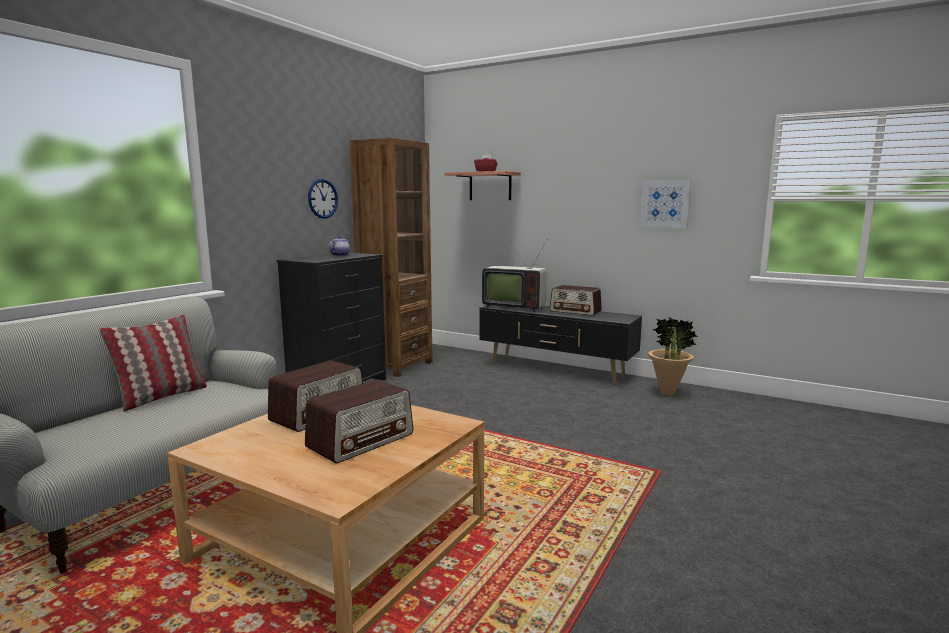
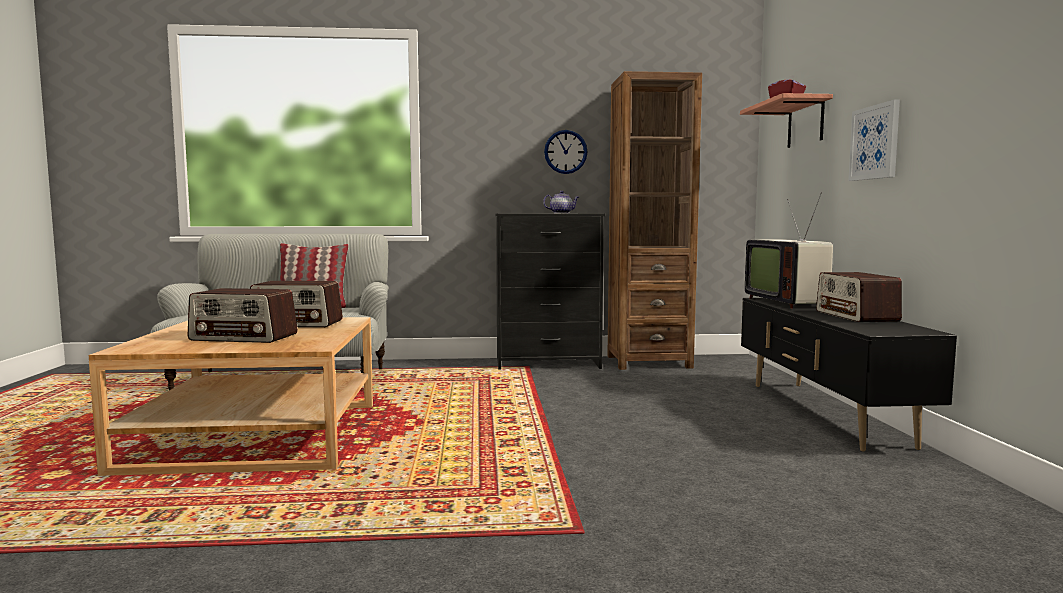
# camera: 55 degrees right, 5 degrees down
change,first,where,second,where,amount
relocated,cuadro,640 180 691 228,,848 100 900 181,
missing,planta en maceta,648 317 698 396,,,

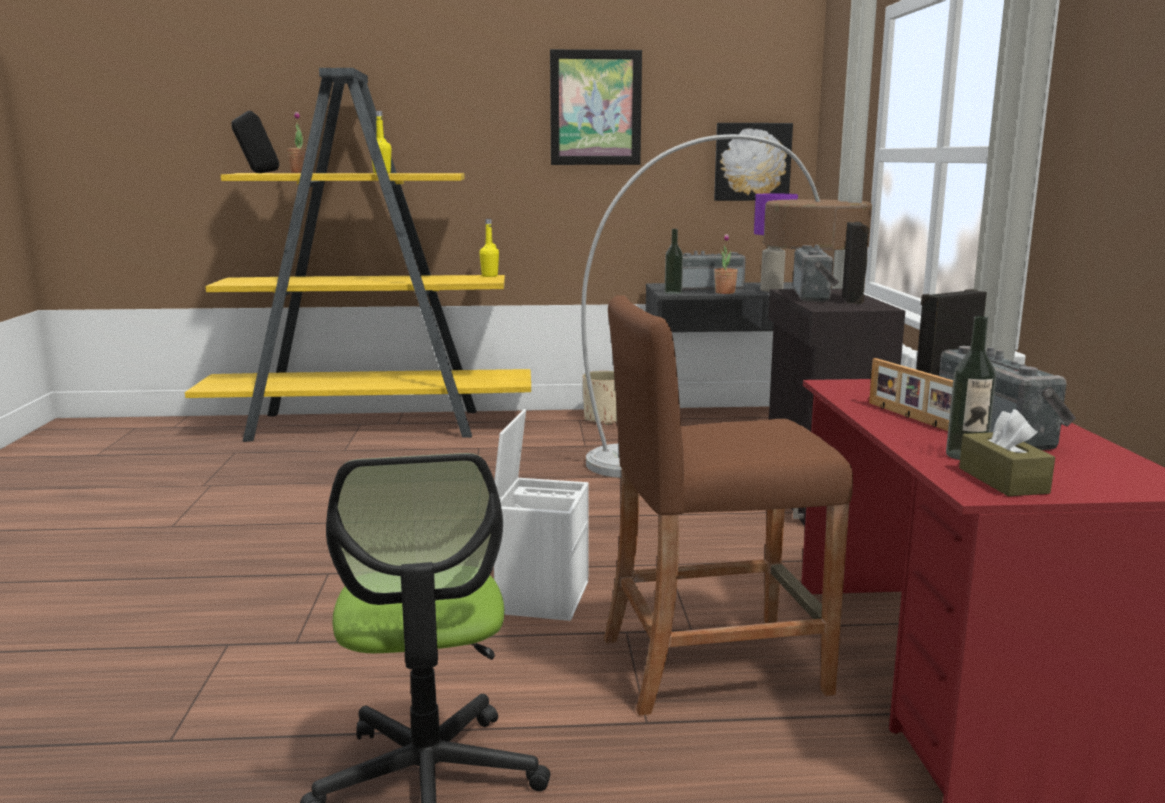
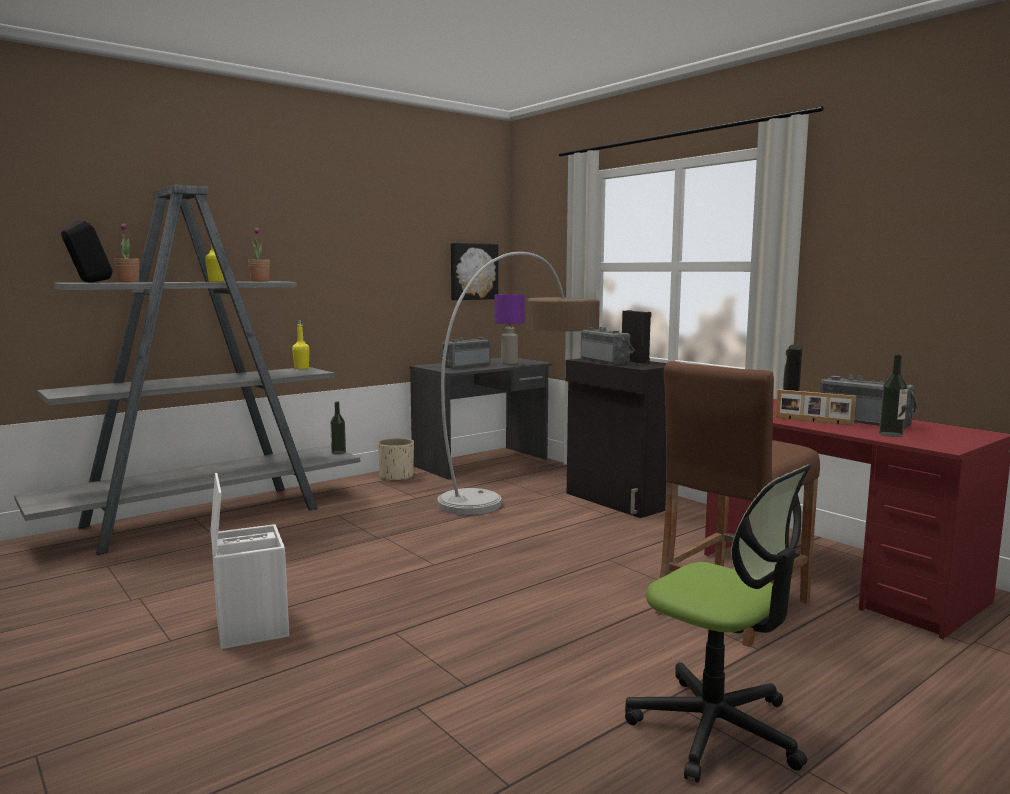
# camera: 35 degrees left, 5 degrees down
change,first,where,second,where,amount
missing,cuadro,550 49 642 165,,,
colour,estantería/amarillo,185 68 531 442,estantería/gris,14 184 360 555,
relocated,botella,665 229 683 294,,330 401 346 455,
relocated,planta en maceta,714 234 738 294,,248 228 270 282,
relocated,caja de almacenaje/blanco,494 409 589 621,,210 473 289 649,
missing,caja de pañuelos/marrón,959 409 1055 496,,,

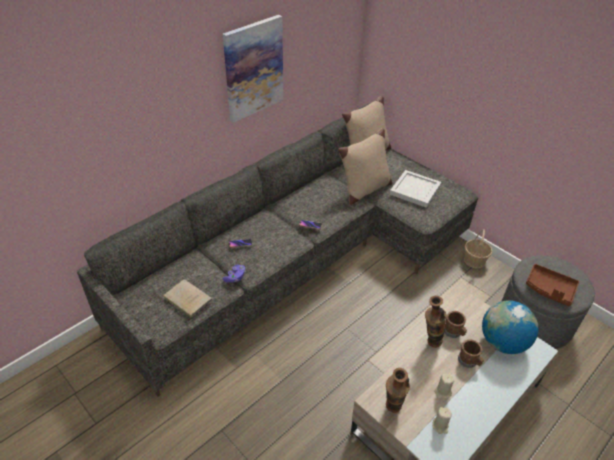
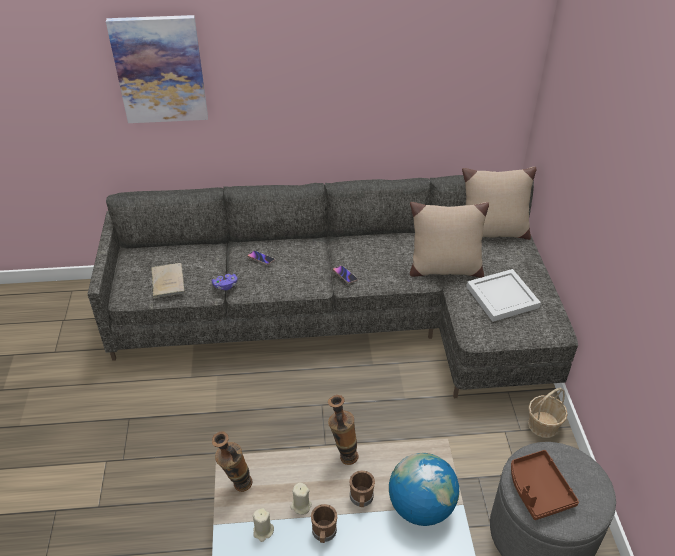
# camera: 40 degrees right, 0 degrees up
change,first,where,second,where,amount
relocated,cuadro,223 15 283 123,,106 15 208 123,
relocated,taza grande/marrón,444 311 467 338,,311 504 337 543,

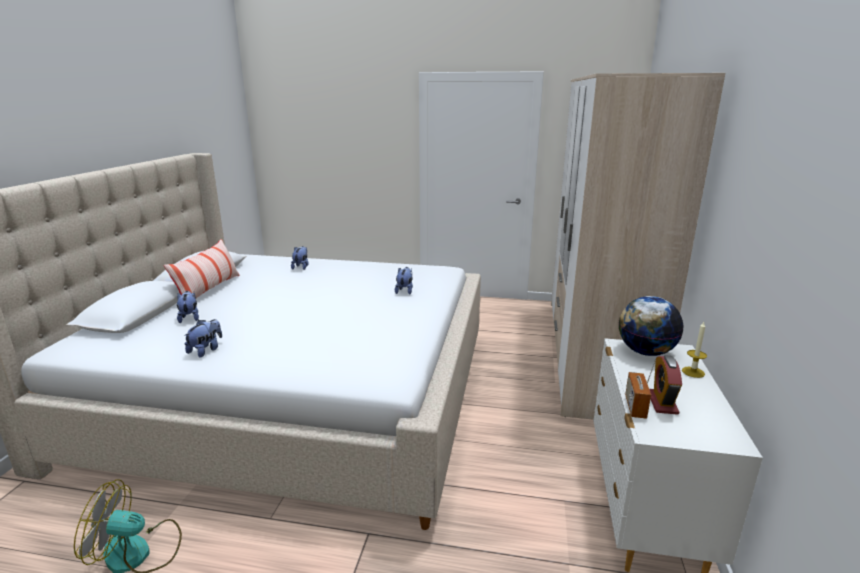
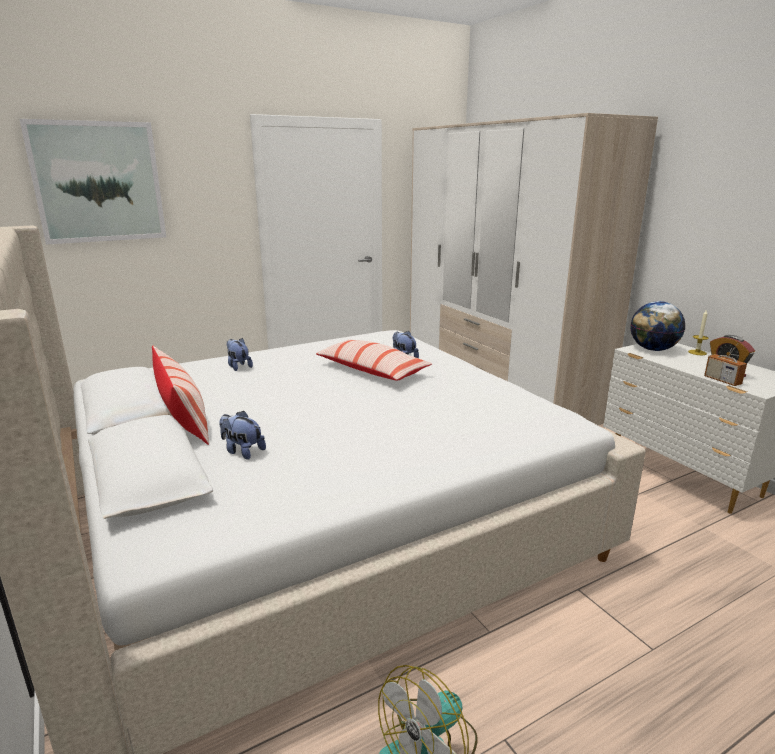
# camera: 40 degrees left, 0 degrees up
change,first,where,second,where,amount
missing,peluche,184 319 222 357,,,
appeared,,,cuadro,19 119 166 245,
appeared,,,cojín,316 340 432 381,

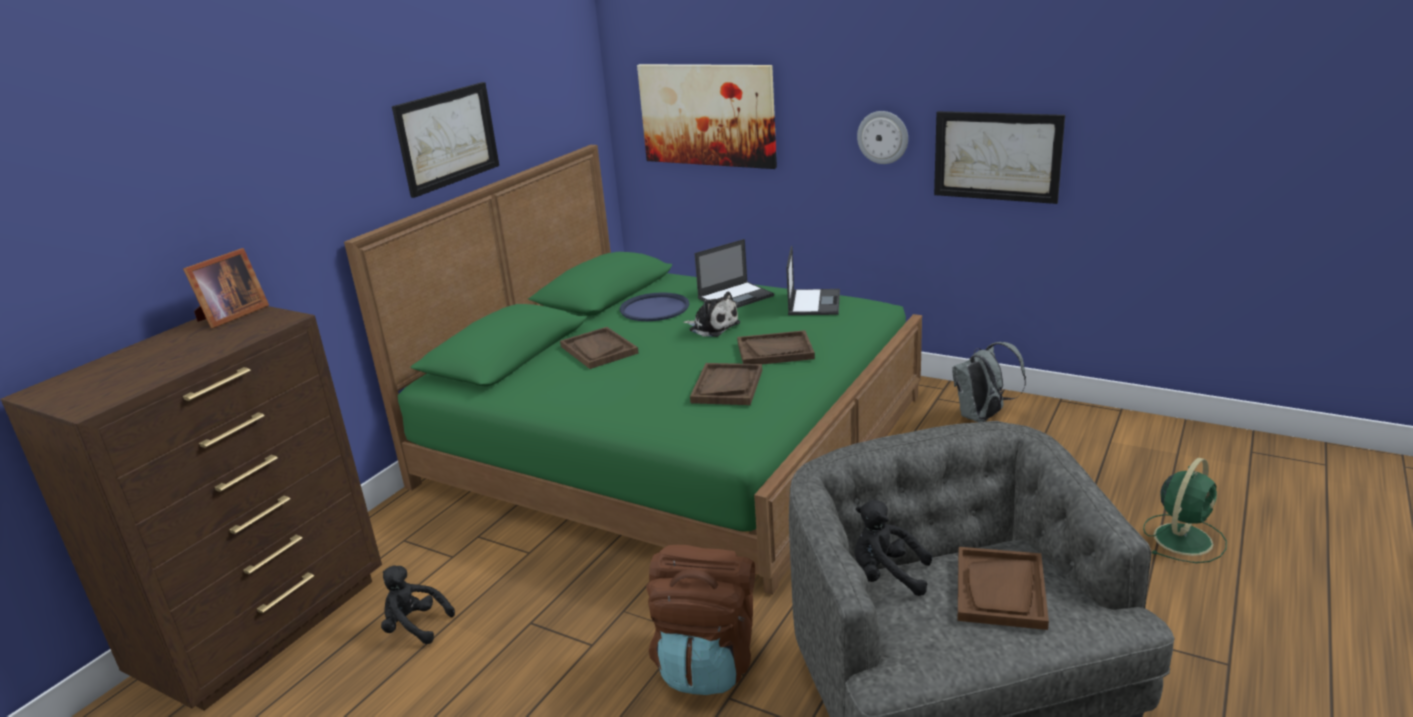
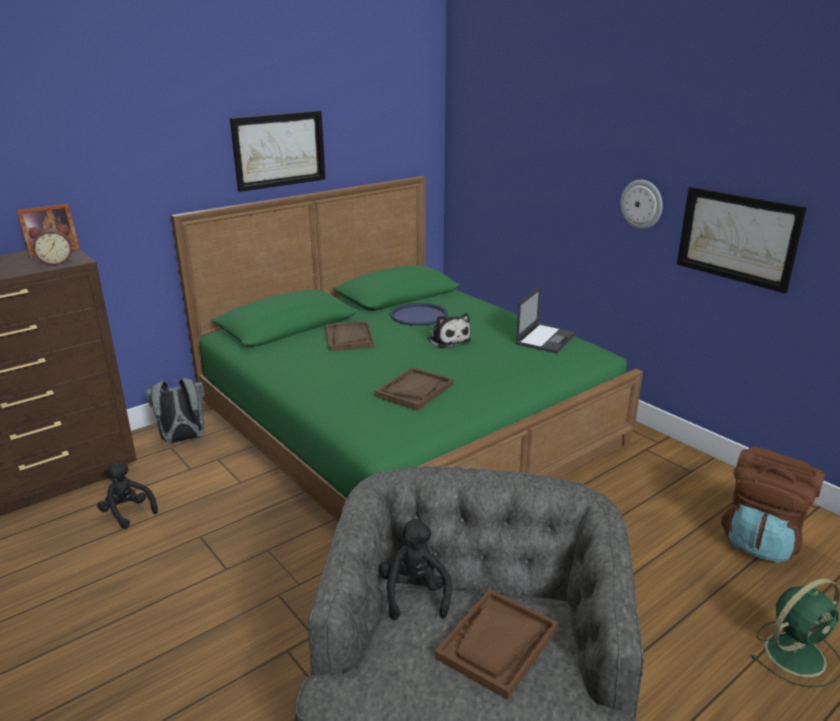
# camera: 20 degrees right, 0 degrees up
change,first,where,second,where,amount
missing,cuadro,637 64 777 169,,,
missing,portátil,695 239 774 308,,,
missing,bandeja/marrón,737 330 815 364,,,
relocated,mochila/gris,952 342 1026 422,,146 378 205 443,
spun,peluche/negro,854 500 932 596,,379 519 452 620,45 degrees clockwise
relocated,mochila/marrón,646 545 755 695,,721 446 825 563,
appeared,,,despertador,28 224 72 266,

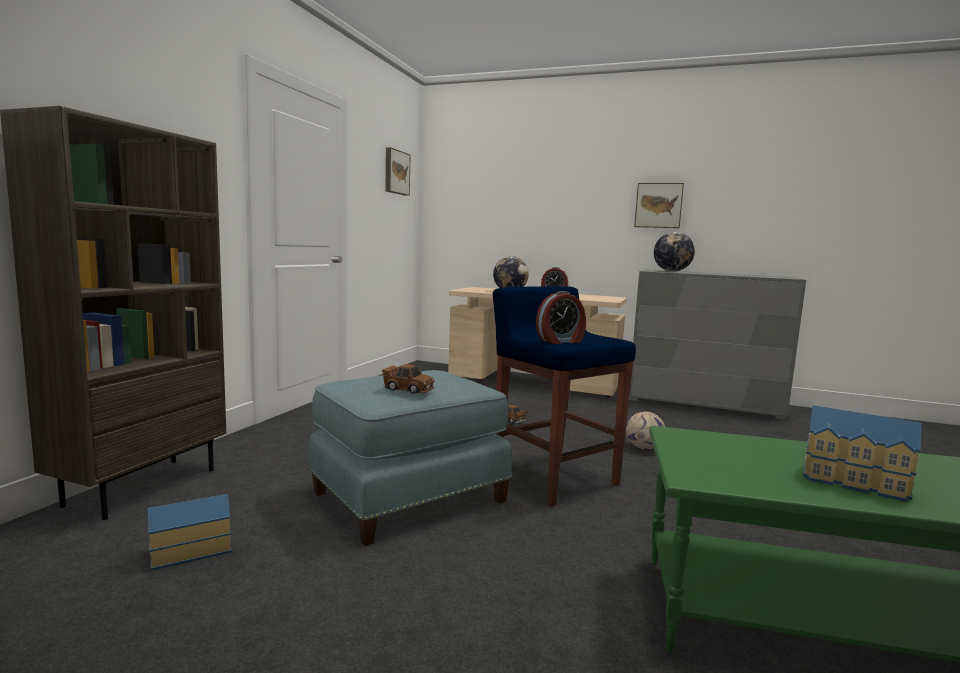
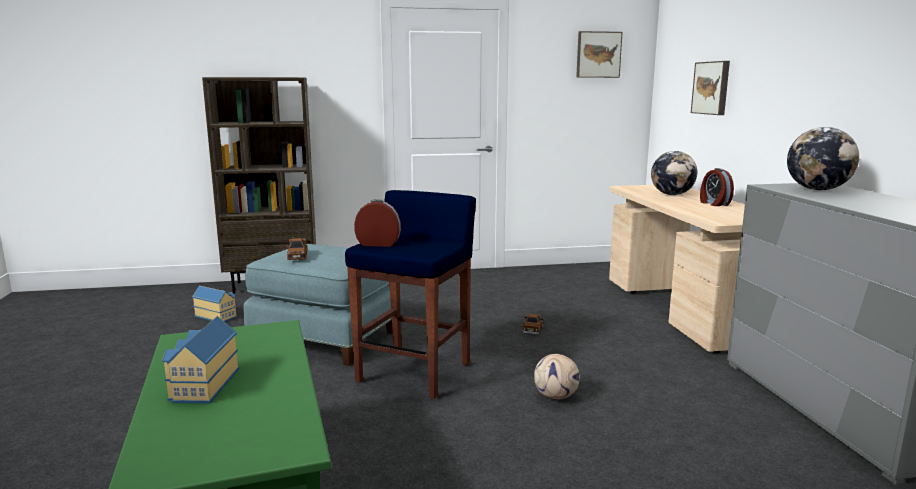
# camera: 60 degrees right, 5 degrees up
change,first,where,second,where,amount
relocated,cuadro,634 183 684 228,,691 61 730 115,
spun,despertador,536 291 586 344,,354 199 401 247,150 degrees clockwise

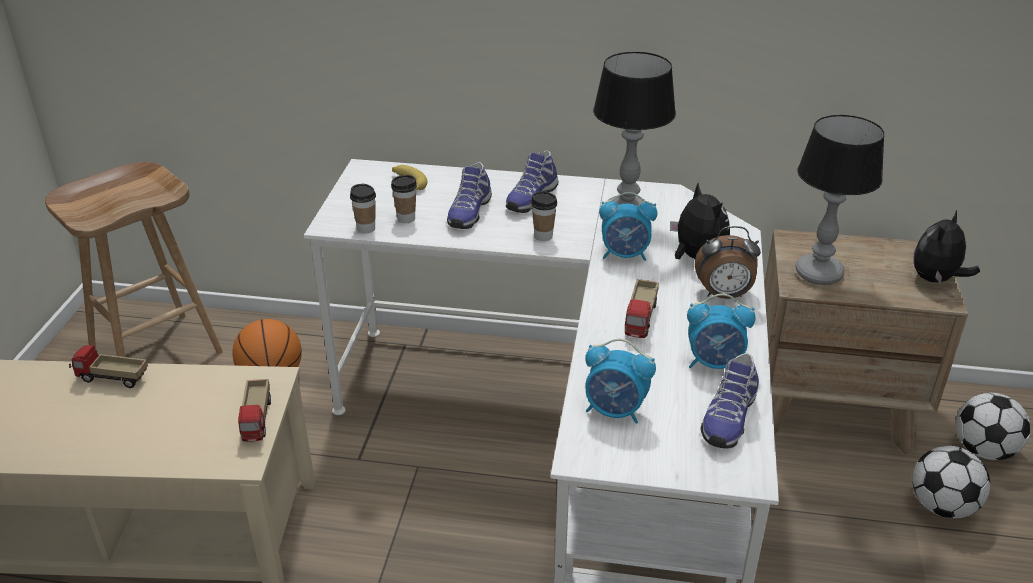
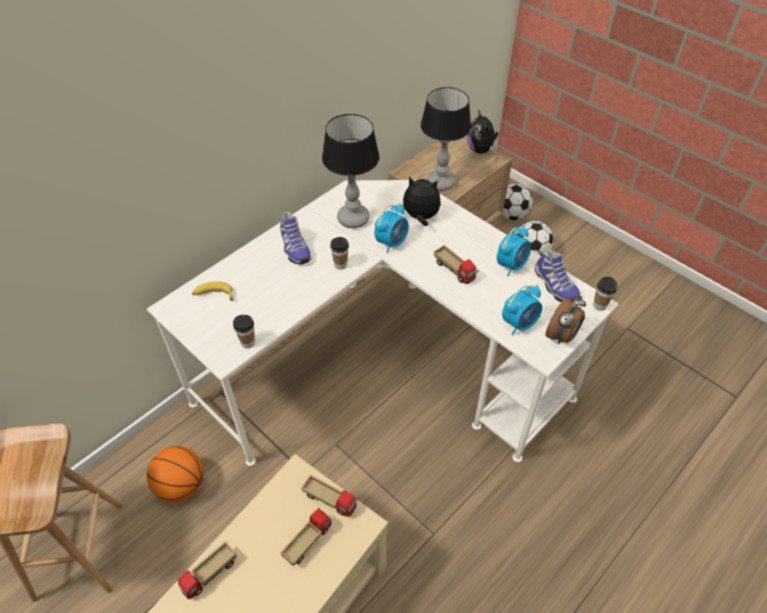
# camera: 55 degrees left, 15 degrees up
change,first,where,second,where,amount
missing,zapato,447 163 492 229,,,
relocated,taza,391 175 417 223,,593 277 617 311,
relocated,despertador,695 226 761 299,,545 295 586 344,
appeared,,,camión de juguete,281 508 332 566,

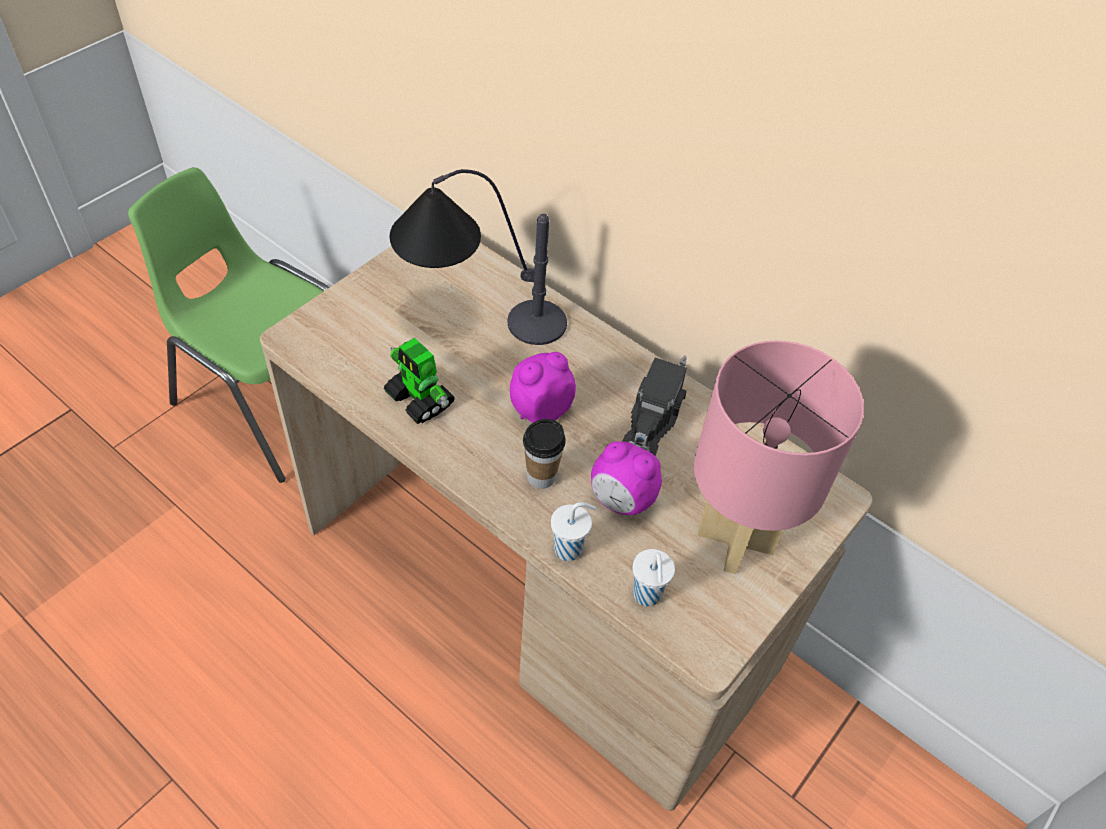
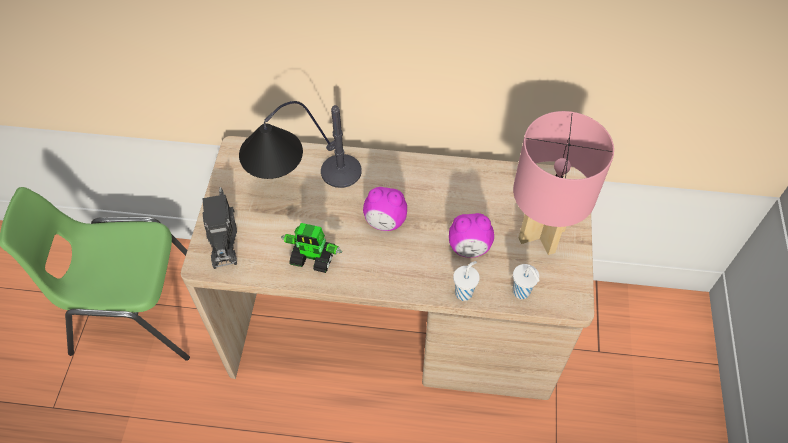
# camera: 30 degrees left, 5 degrees up
change,first,where,second,where,amount
spun,despertador,510 352 576 423,,363 187 407 231,105 degrees counterclockwise
relocated,camión de juguete,622 355 687 456,,202 187 237 269,
missing,taza,523 419 565 489,,,

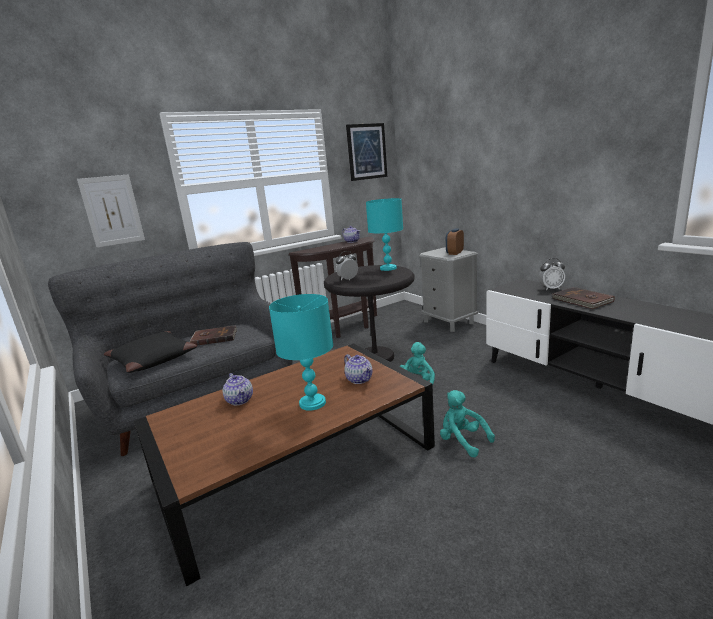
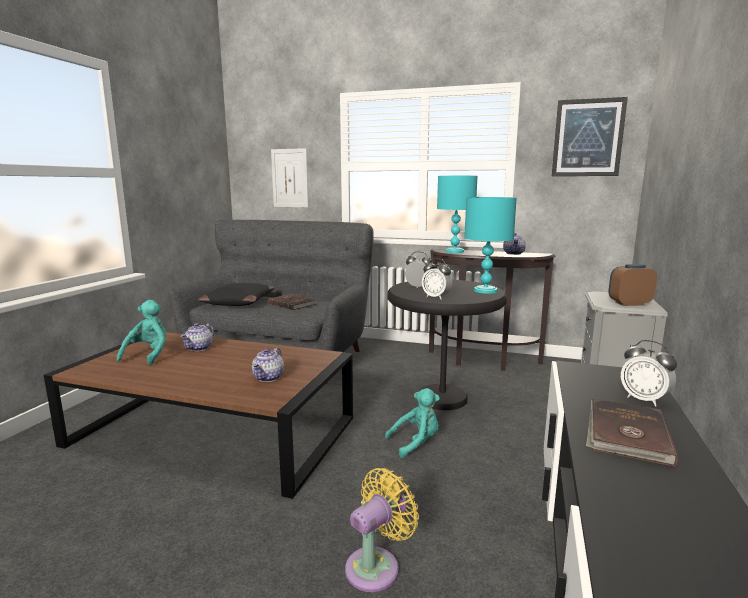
# camera: 50 degrees right, 5 degrees down
change,first,where,second,where,amount
relocated,lámpara de mesa/turquesa,269 294 333 411,,437 176 477 253,
relocated,peluche/turquesa,440 390 495 457,,117 300 166 365,
appeared,,,despertador,422 258 452 300,
appeared,,,ventilador/amarillo,345 468 419 592,

